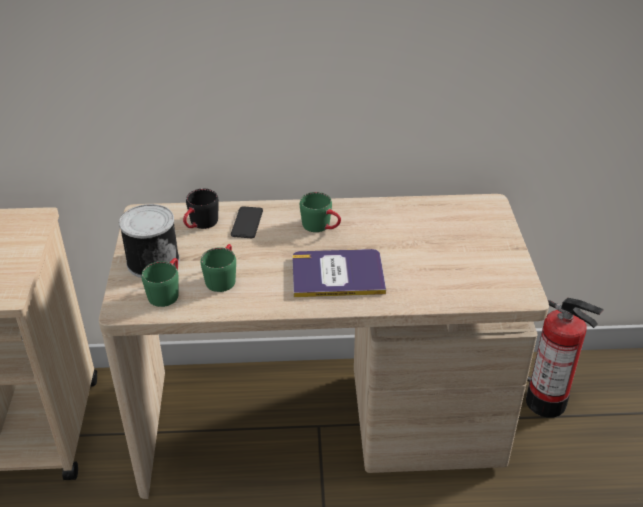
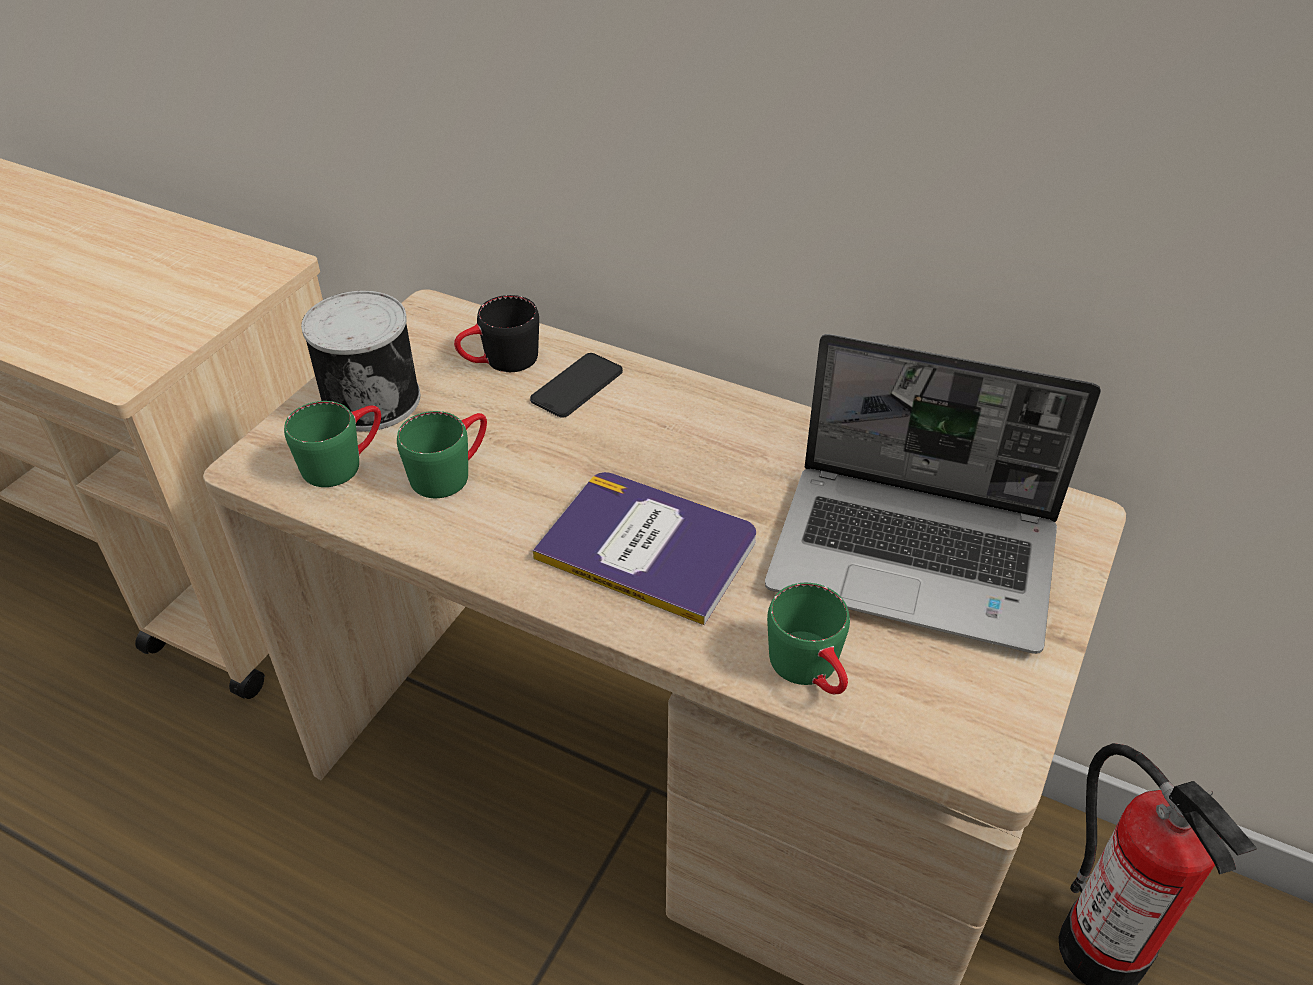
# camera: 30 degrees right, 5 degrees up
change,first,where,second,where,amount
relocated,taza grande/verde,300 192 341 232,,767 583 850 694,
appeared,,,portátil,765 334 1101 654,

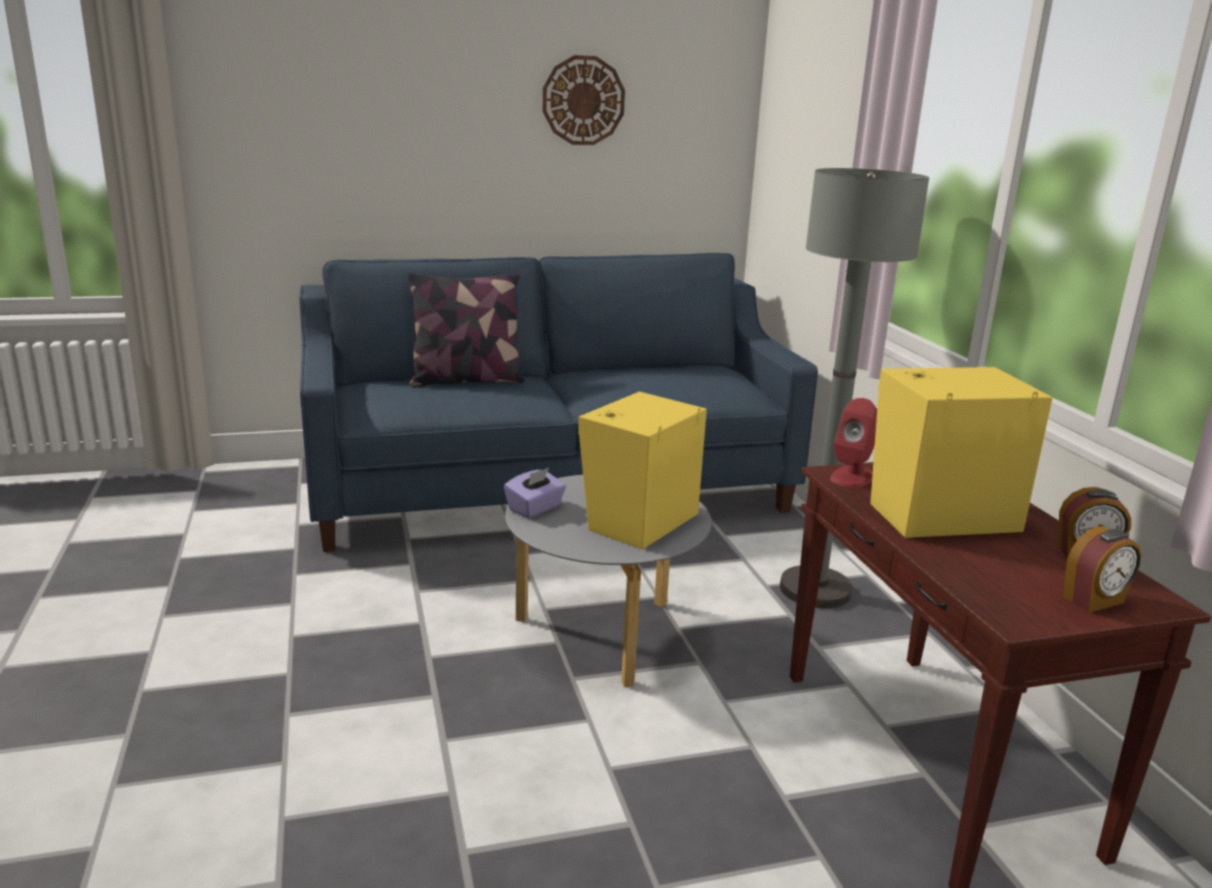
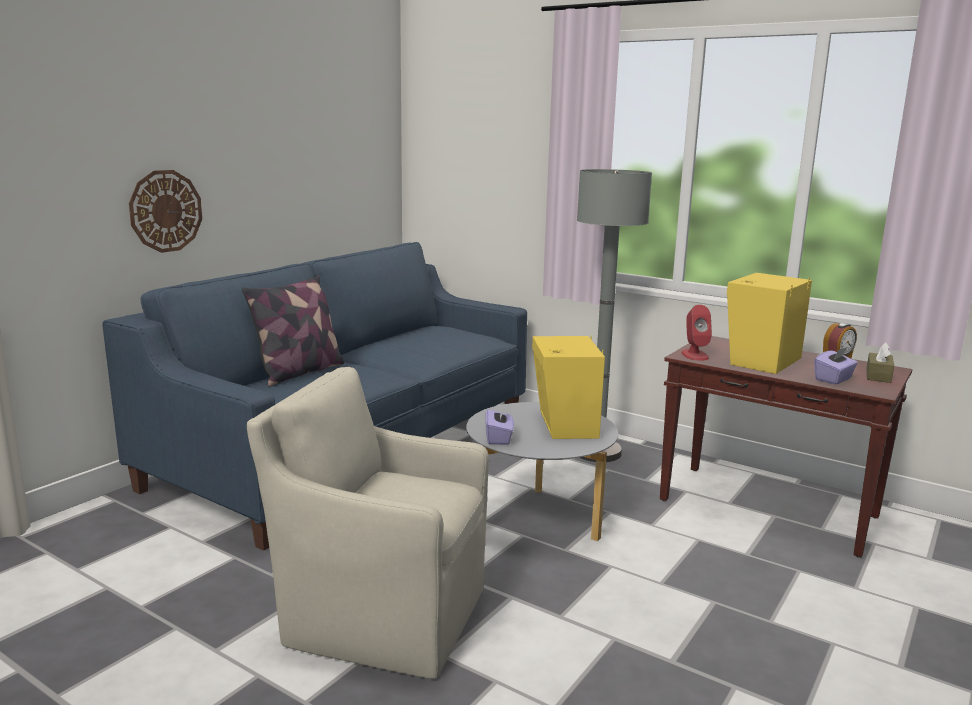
# camera: 40 degrees left, 5 degrees down
change,first,where,second,where,amount
relocated,reloj de pared,542 55 625 145,,129 170 202 253,
exchanged,despertador,1063 526 1141 612,caja de pañuelos/marrón,866 343 894 383,
appeared,,,caja de pañuelos/morado,814 347 858 385,
appeared,,,sillón/beis,247 367 489 679,

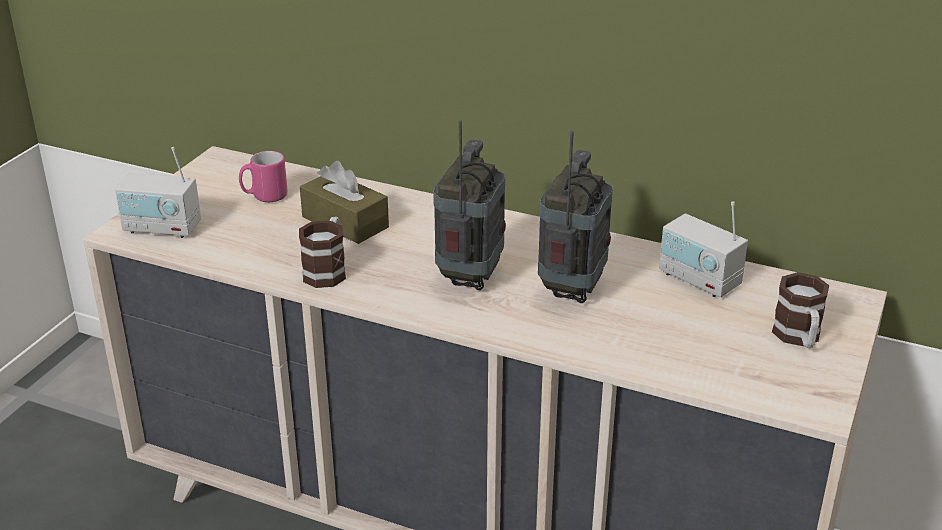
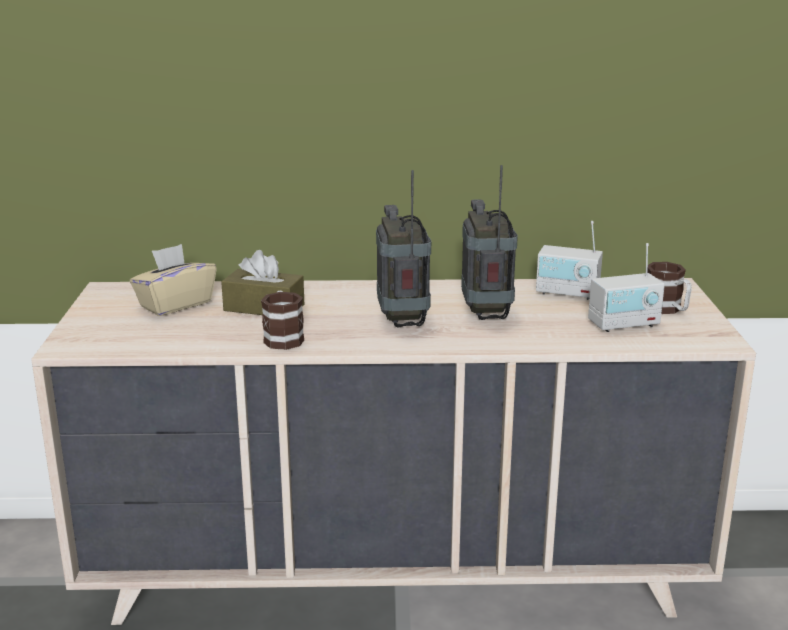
# camera: 25 degrees left, 10 degrees down
change,first,where,second,where,amount
relocated,radio,115 147 201 238,,588 243 665 332,
exchanged,taza grande/rosa,239 151 288 202,caja de pañuelos/beis,130 244 217 316,

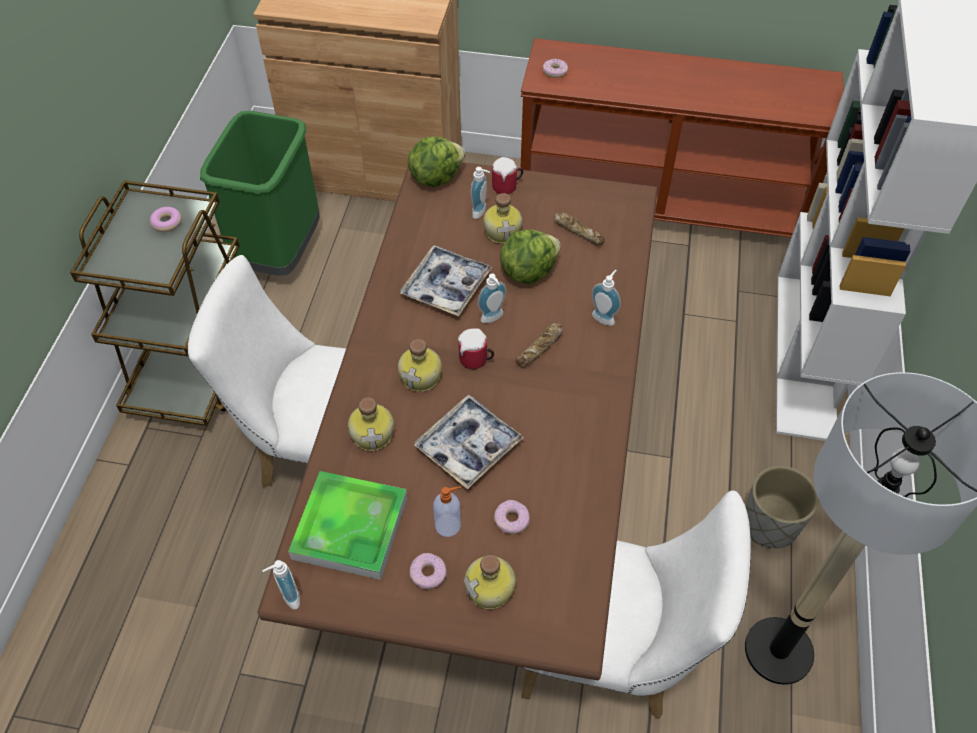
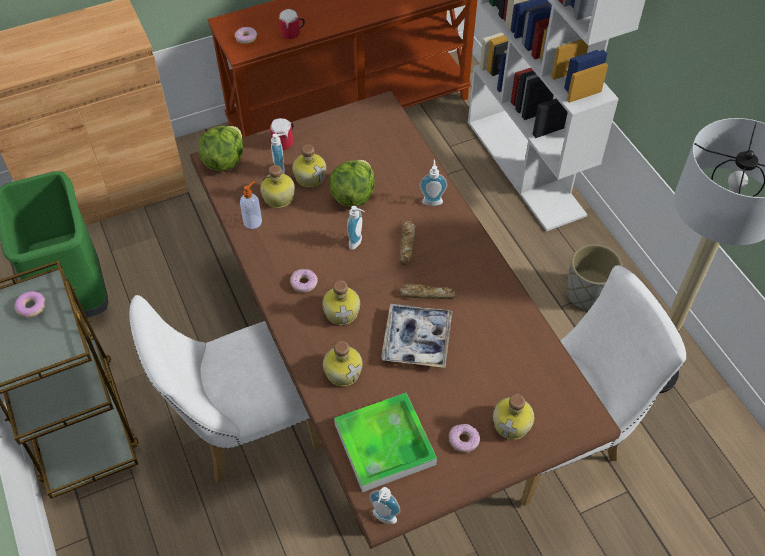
# camera: 35 degrees left, 0 degrees up
change,first,where,second,where,amount
relocated,pan,554 213 605 246,,399 284 456 299,
missing,bandeja,400 245 493 316,,,
relocated,taza grande,458 329 494 369,,279 9 305 39,
relocated,dispensador de jabón,433 486 462 537,,240 181 262 229,
relocated,rosquilla,494 500 530 534,,290 269 318 293,
appeared,,,botella,260 165 295 208,

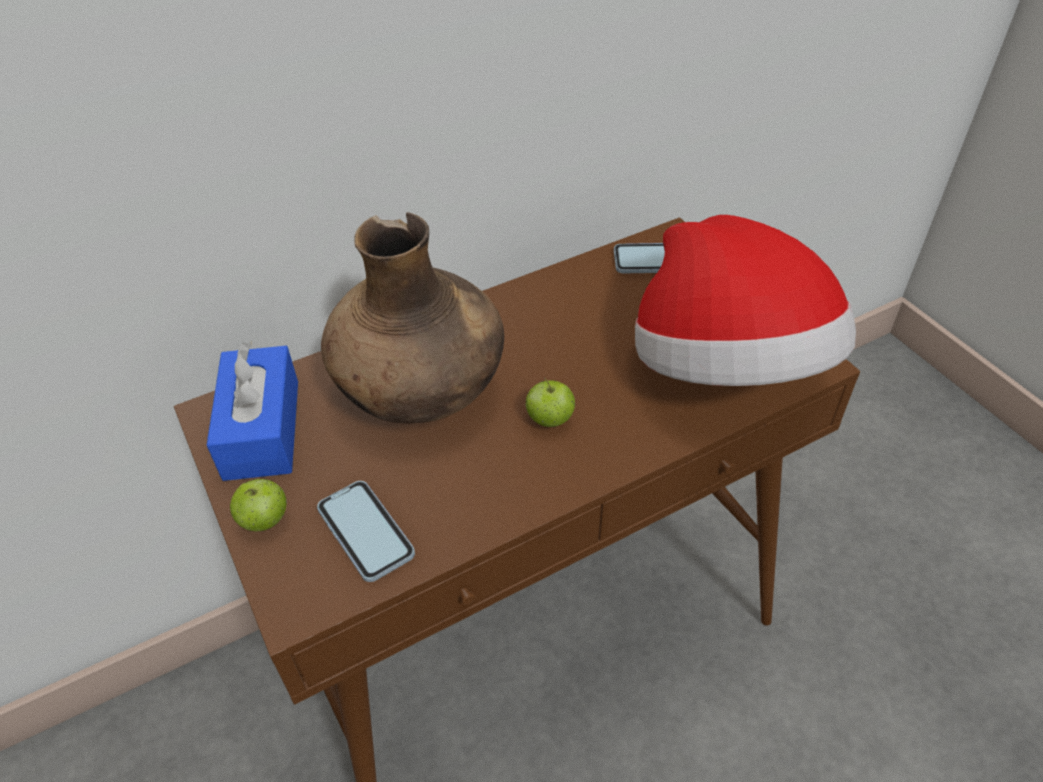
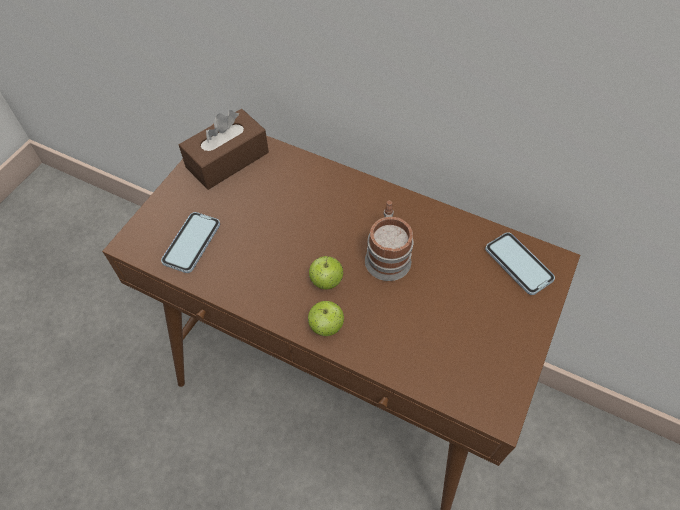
# camera: 55 degrees right, 10 degrees up
change,first,where,second,where,amount
missing,florero/marrón,321 212 504 424,,,
missing,sombrero,635 215 856 386,,,
colour,caja de pañuelos/azul,207 341 298 481,caja de pañuelos/marrón,179 109 269 190,
relocated,manzana,230 479 287 531,,308 301 344 336,
appeared,,,taza grande,365 201 413 281,

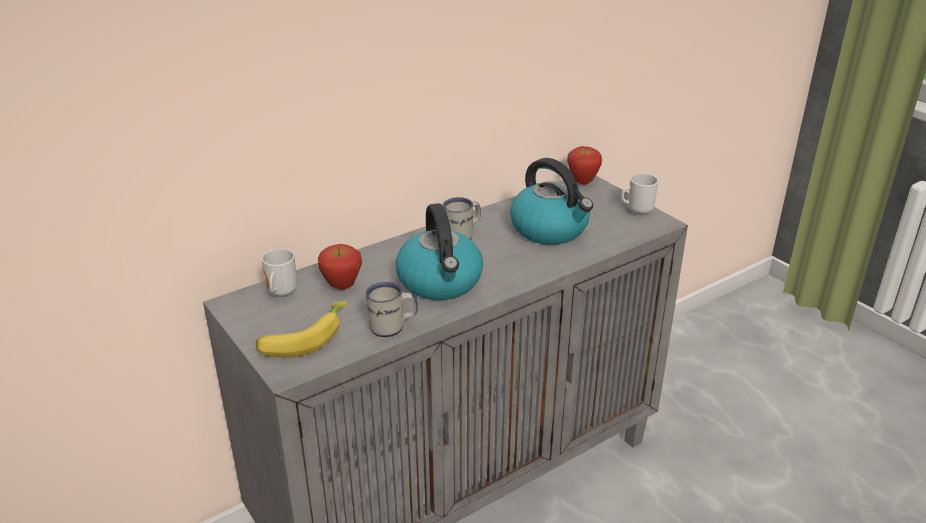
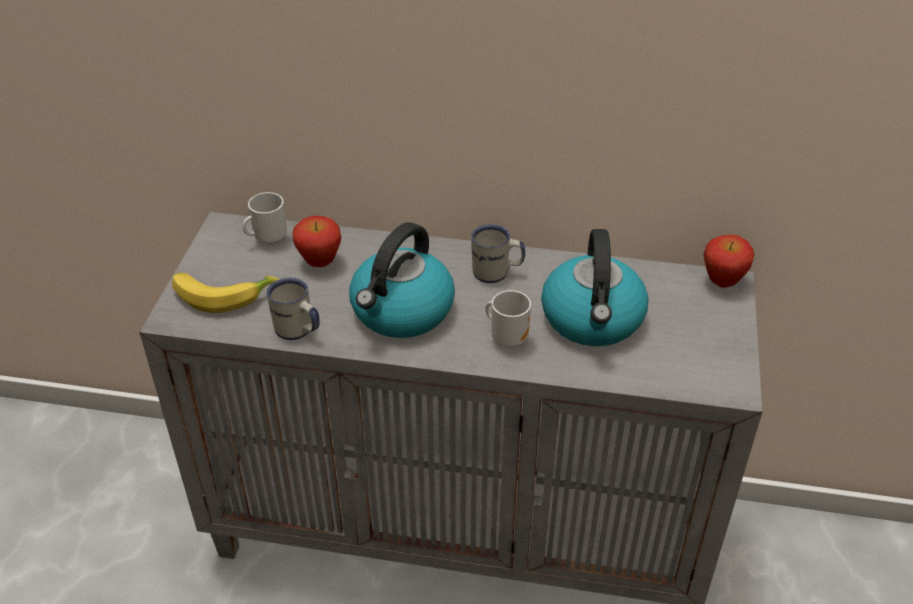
# camera: 45 degrees right, 10 degrees up
change,first,where,second,where,amount
relocated,taza grande,621 173 658 215,,485 290 531 348,

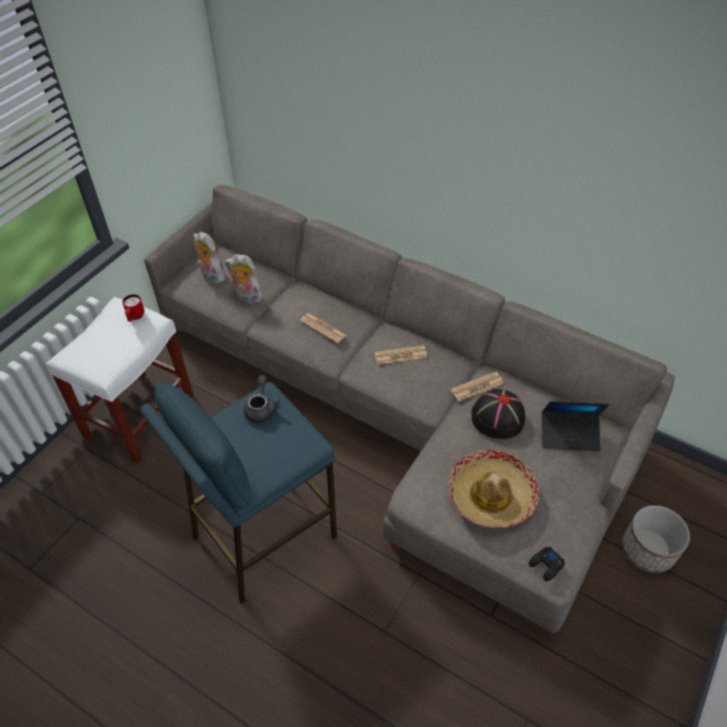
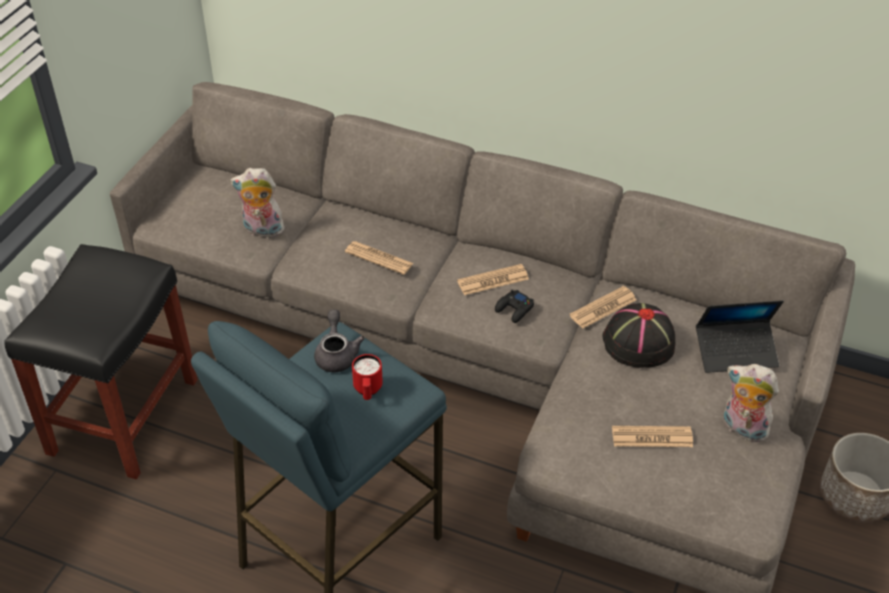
# camera: 10 degrees left, 5 degrees down
change,first,where,second,where,amount
relocated,peluche,193 232 225 284,,723 364 779 443,
relocated,taza grande/rojo,122 294 145 322,,352 354 383 400,
colour,taburete/blanco,46 297 194 463,taburete/negro,4 244 198 480,
exchanged,sombrero,449 450 539 528,periódico,612 426 693 447,
relocated,mando de consola/negro,529 547 565 581,,495 290 534 323,

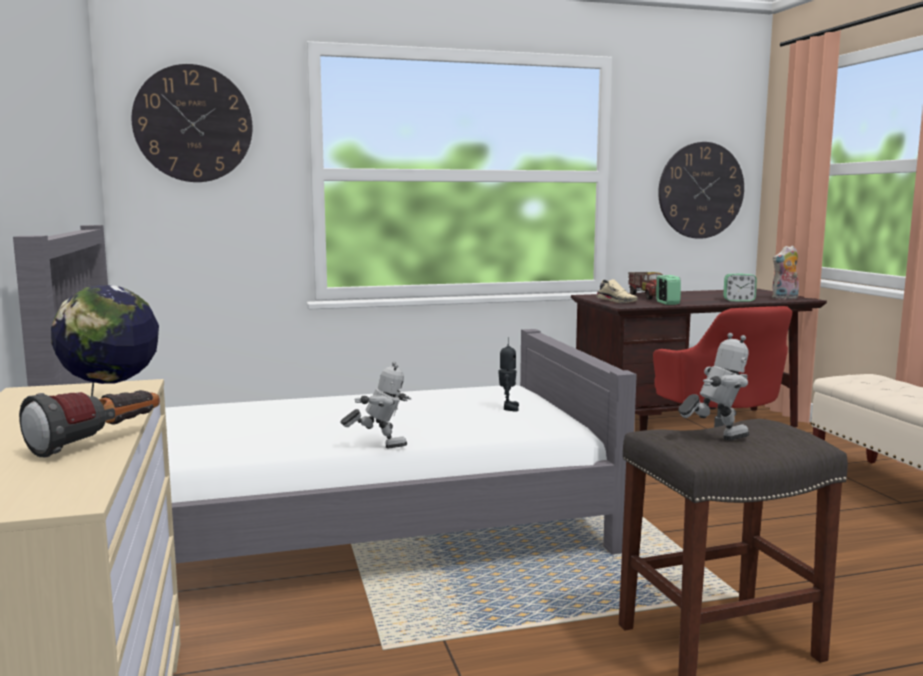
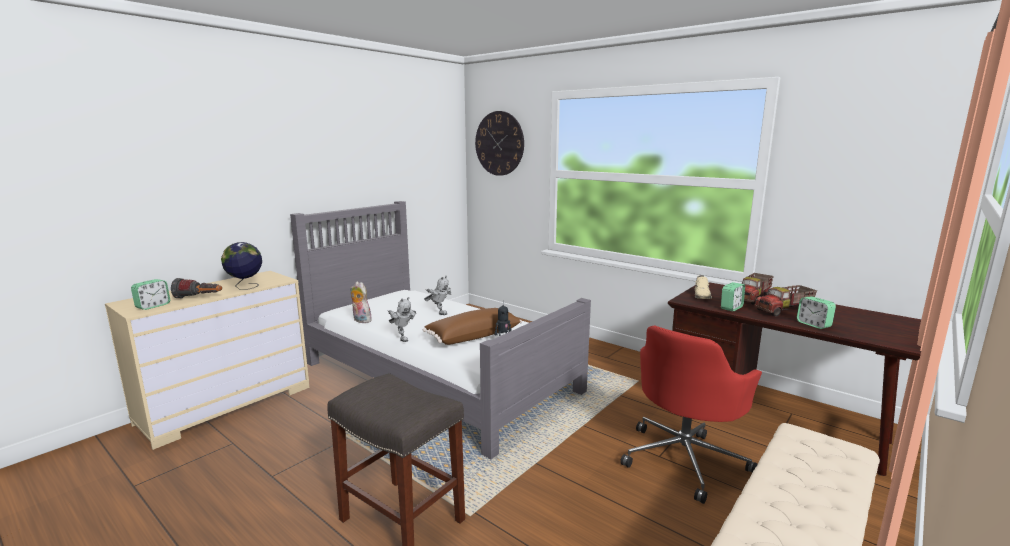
# camera: 55 degrees right, 5 degrees up
change,first,where,second,where,amount
missing,reloj de pared,658 142 744 239,,,
relocated,peluche,772 245 799 300,,350 282 372 323,
relocated,robot de juguete,678 333 749 440,,424 276 451 315,
appeared,,,despertador,131 279 170 310,
appeared,,,camión de juguete,754 285 817 317,
appeared,,,cojín/marrón,423 308 522 345,

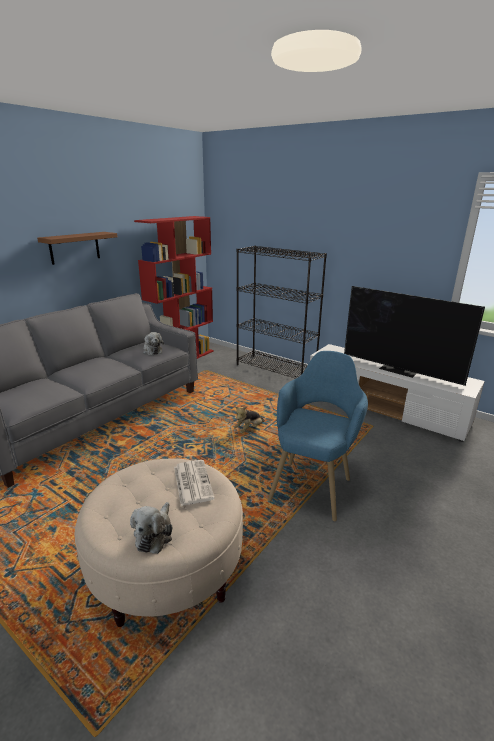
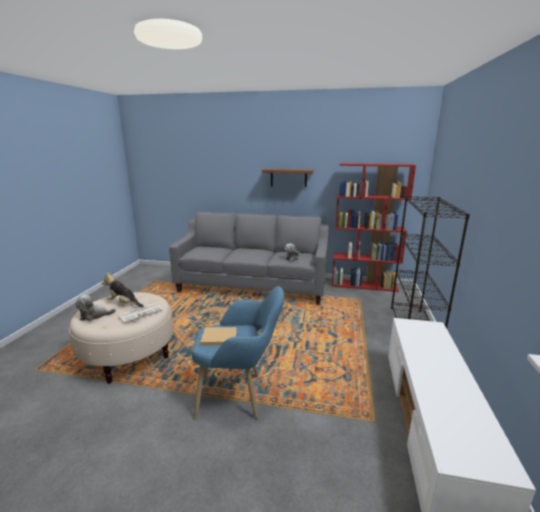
# camera: 65 degrees right, 5 degrees down
change,first,where,second,where,amount
missing,televisor,344 286 485 386,,,
relocated,peluche,234 406 265 434,,102 272 143 307,
appeared,,,libro/beis,200 327 237 346,

